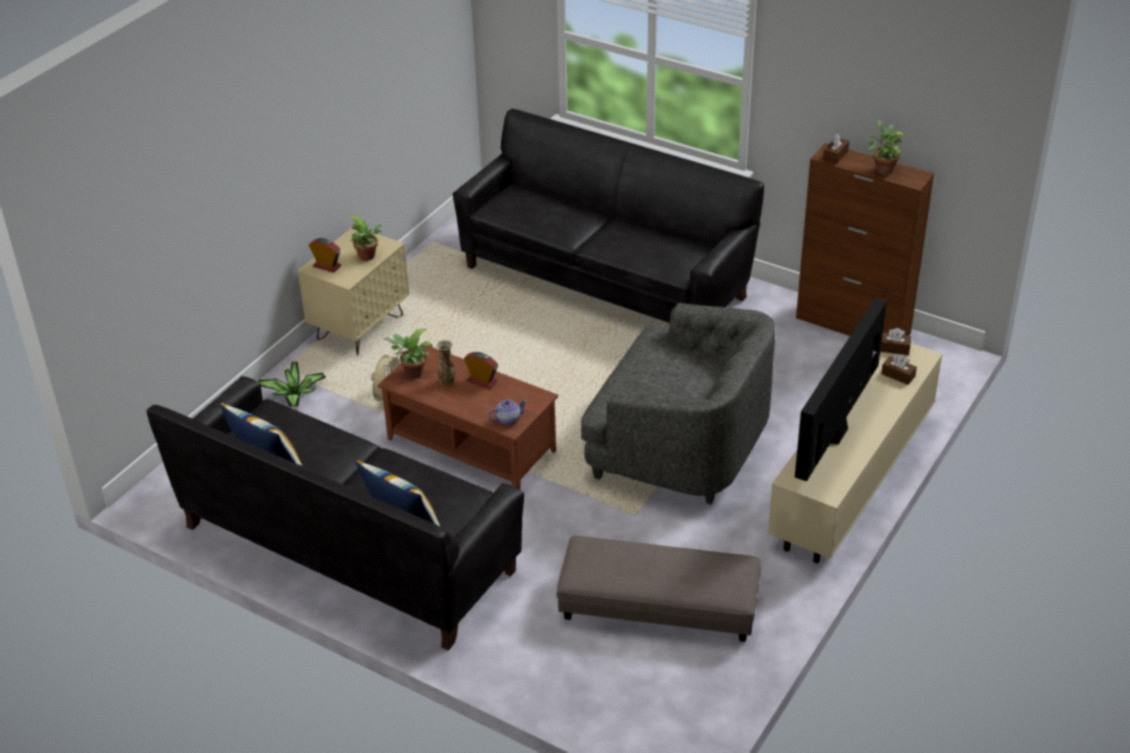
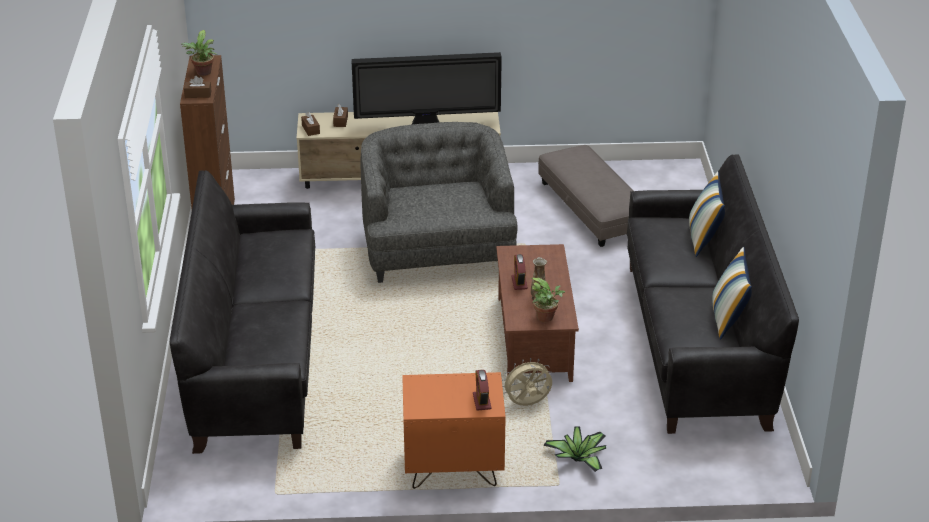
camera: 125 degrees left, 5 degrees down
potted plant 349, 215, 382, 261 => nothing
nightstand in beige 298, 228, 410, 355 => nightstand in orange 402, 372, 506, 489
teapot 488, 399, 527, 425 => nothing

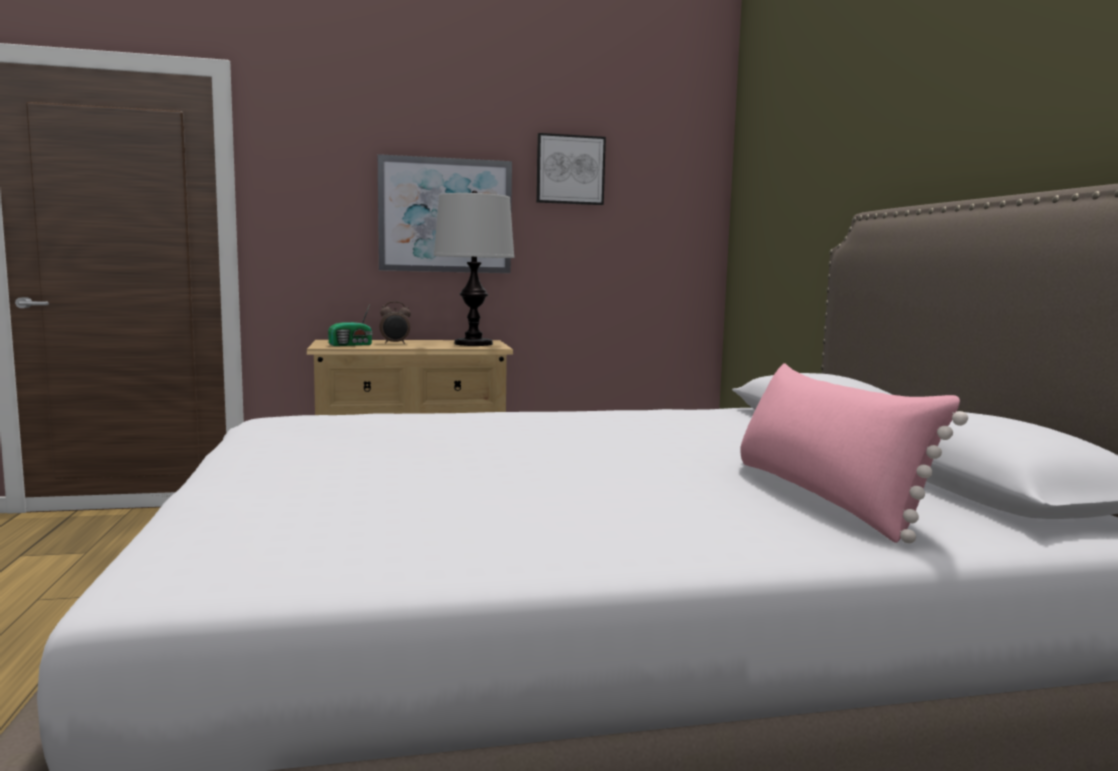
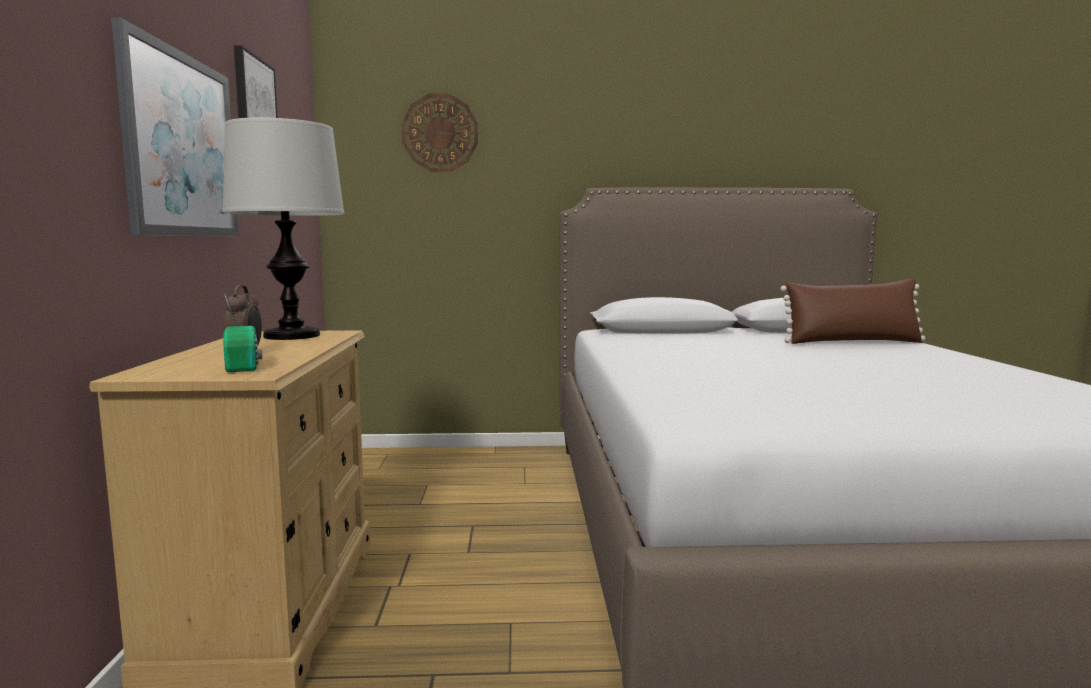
camera: 80 degrees left, 0 degrees up
pillow in pink 740, 363, 968, 543 => pillow in brown 780, 278, 926, 344
nothing => wall clock 402, 94, 478, 172

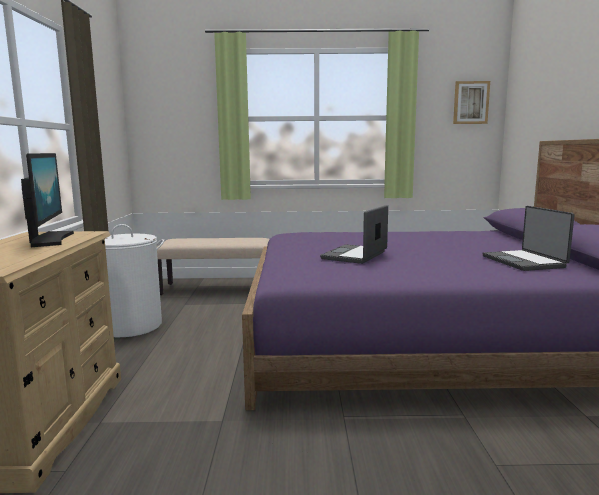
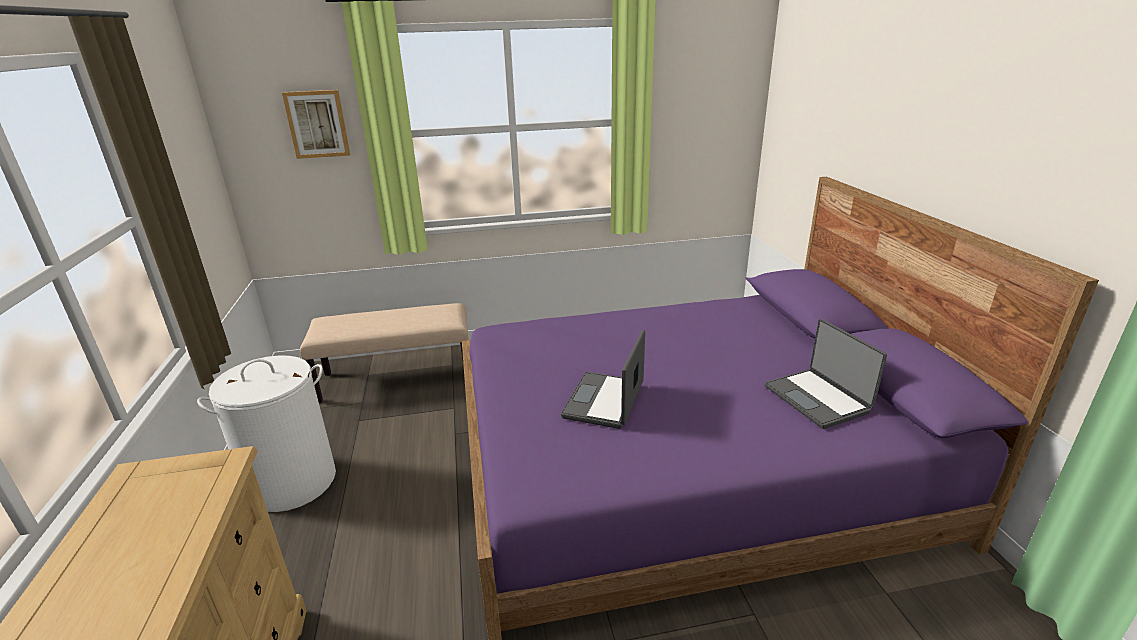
camera: 10 degrees left, 15 degrees up
picture 453, 81, 490, 124 => picture 282, 90, 350, 159, moved
monitor 21, 153, 74, 247 => nothing

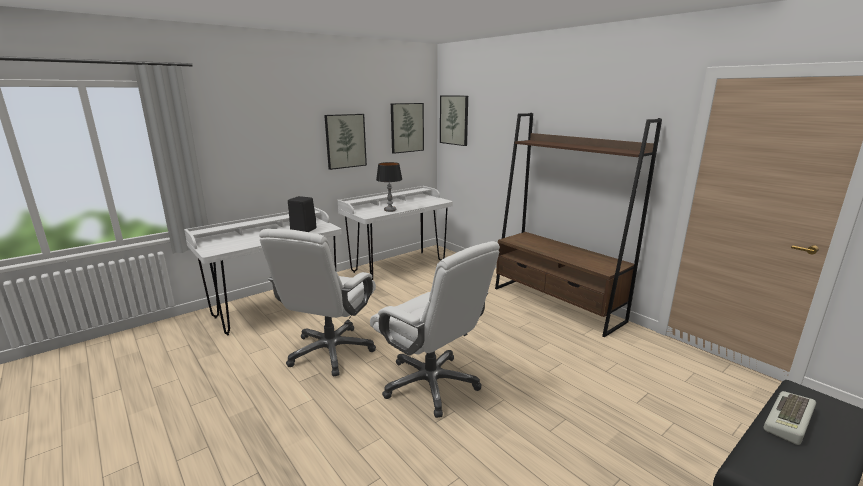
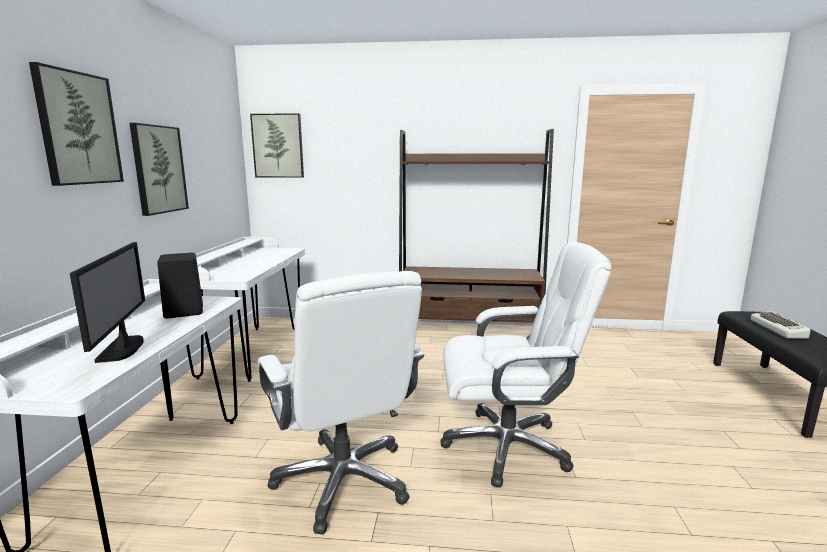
camera: 45 degrees left, 5 degrees down
picture 391, 103, 424, 154 => picture 29, 62, 124, 186, moved
table lamp 376, 162, 402, 212 => nothing
nothing => monitor 70, 242, 145, 363

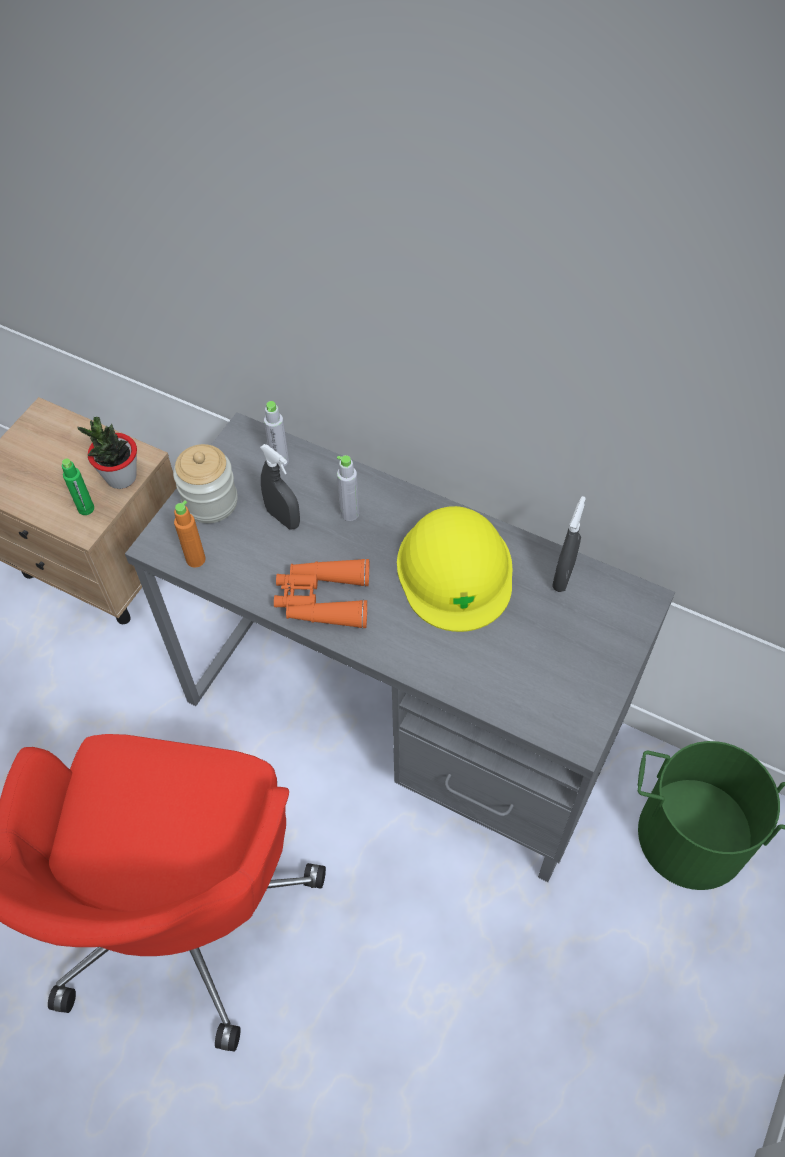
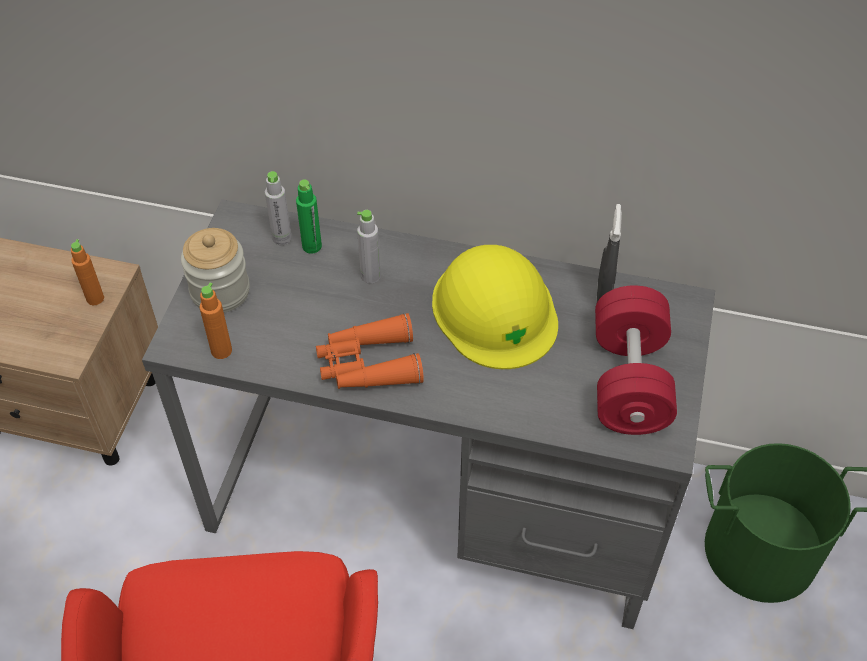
camera: 15 degrees left, 5 degrees down
potted plant 77, 417, 137, 489 => bottle in orange 71, 239, 104, 305
spray bottle in grey 260, 444, 300, 530 => nothing
bottle in green 62, 458, 94, 515 => bottle in green 296, 179, 322, 254, moved
nothing => dumbbell in red 595, 285, 677, 435

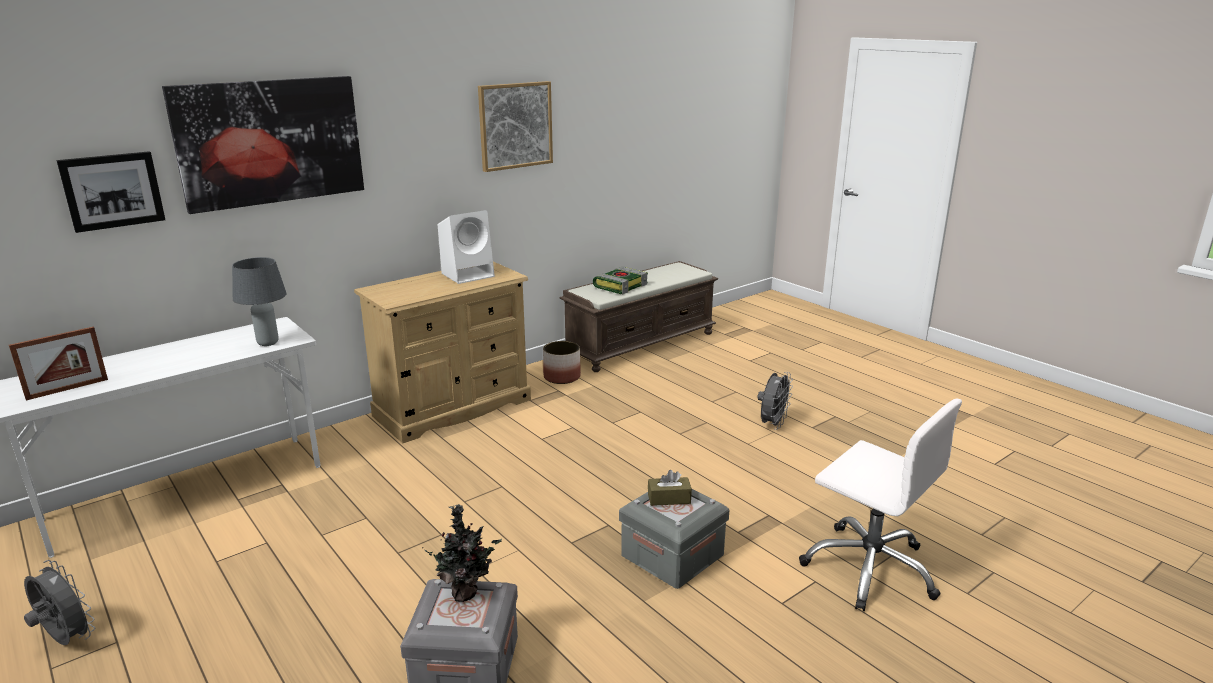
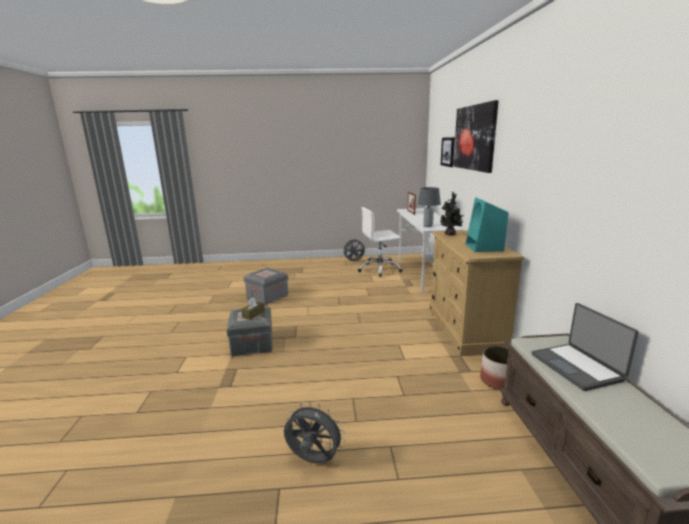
camera: 125 degrees right, 5 degrees down
picture 478, 81, 553, 172 => nothing
speaker in white 438, 210, 495, 284 => speaker in turquoise 466, 197, 508, 252
book 593, 267, 648, 294 => laptop 531, 303, 639, 391
fan in grey 757, 372, 793, 430 => fan in grey 284, 402, 345, 464, 135 degrees clockwise
office chair in white 799, 399, 962, 611 => office chair in white 358, 207, 403, 277, moved
potted plant 422, 504, 502, 602 => potted plant 440, 192, 464, 235, moved

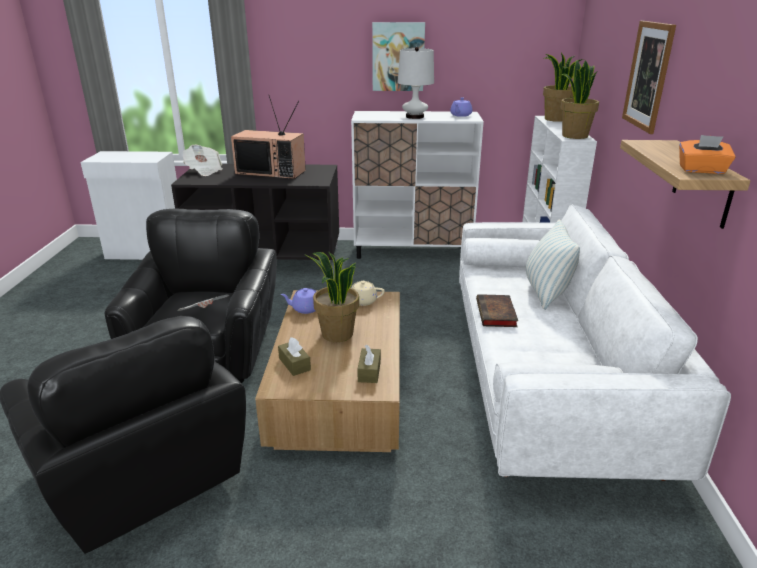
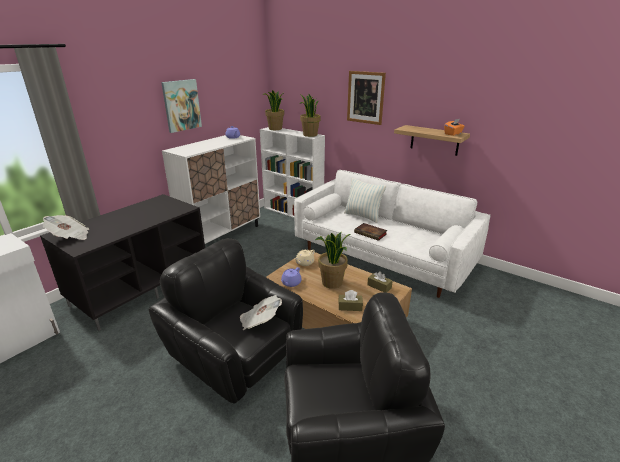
camera: 55 degrees left, 0 degrees up
table lamp in white 398, 47, 434, 119 => nothing
television 231, 96, 306, 179 => nothing

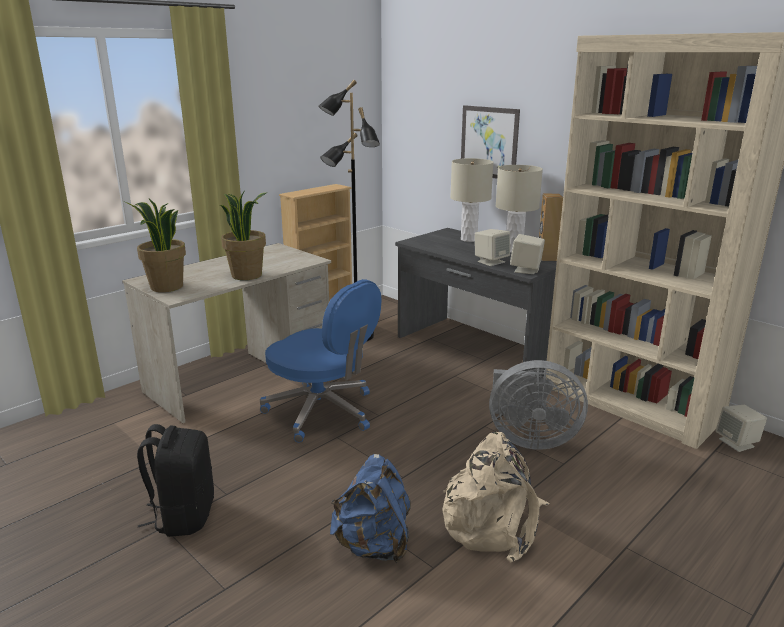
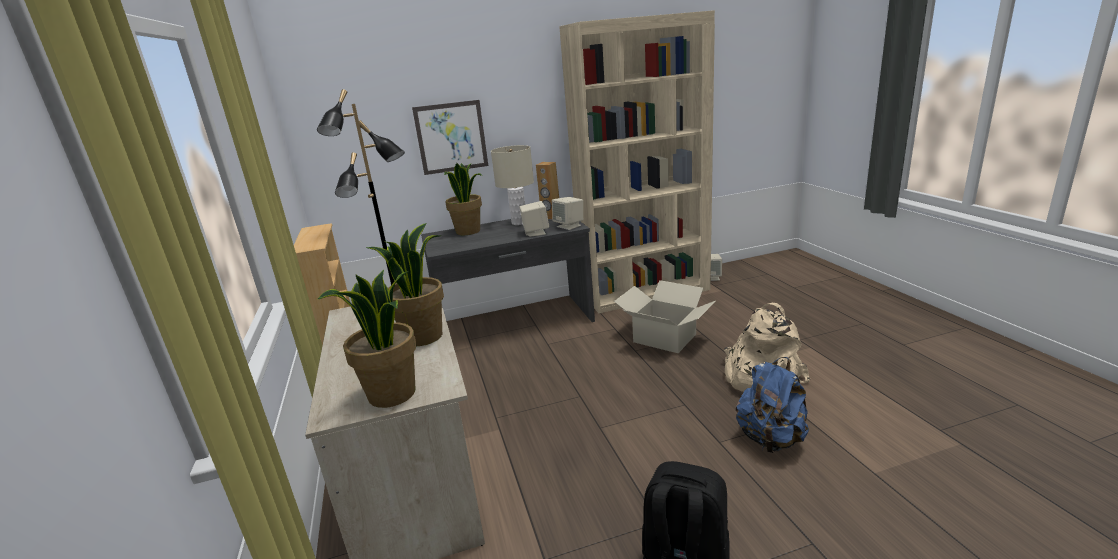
camera: 60 degrees left, 0 degrees up
table lamp in beige 450, 158, 494, 242 => potted plant 444, 163, 482, 235
office chair in blue 260, 279, 382, 443 => nothing
fan in grey 489, 360, 588, 450 => cardboard box 614, 280, 716, 353

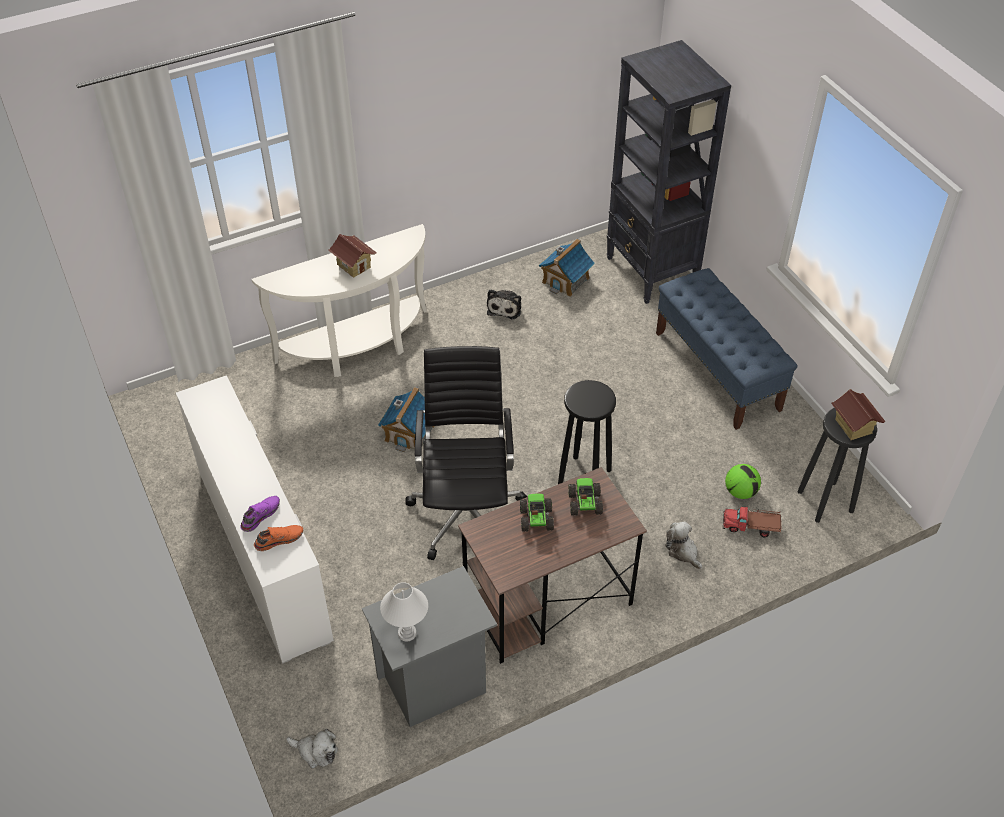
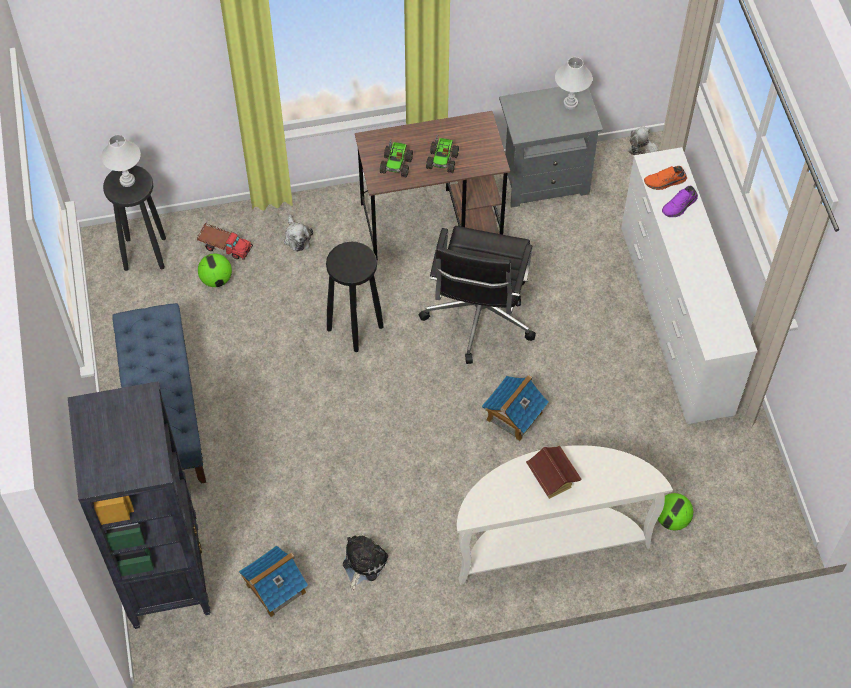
camera: 165 degrees left, 10 degrees up
toy house 831, 389, 886, 440 => table lamp in white 101, 135, 141, 187
nothing => football 658, 493, 693, 530

